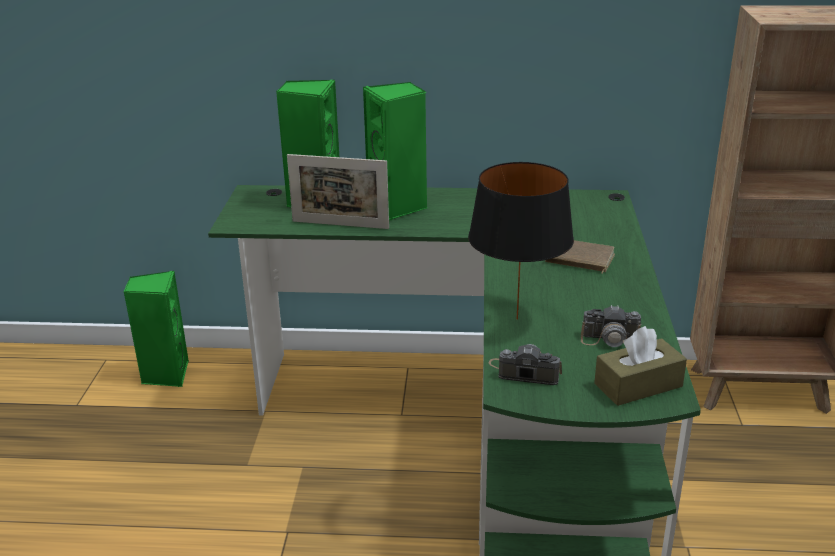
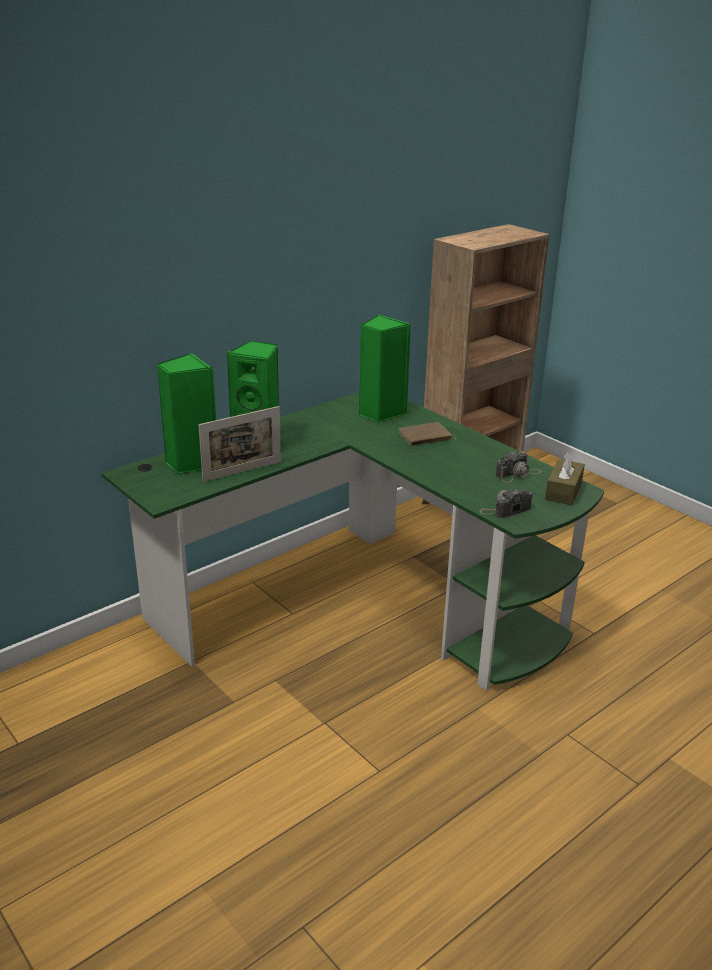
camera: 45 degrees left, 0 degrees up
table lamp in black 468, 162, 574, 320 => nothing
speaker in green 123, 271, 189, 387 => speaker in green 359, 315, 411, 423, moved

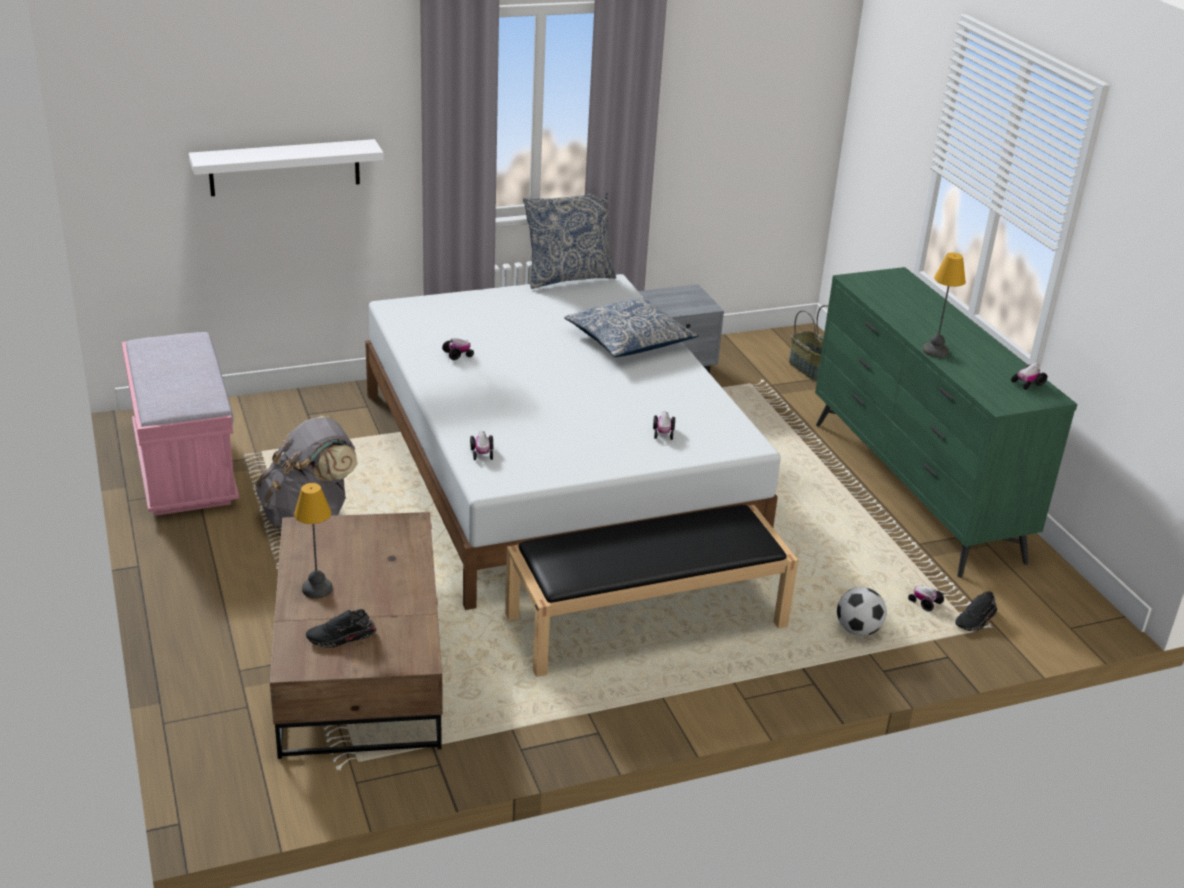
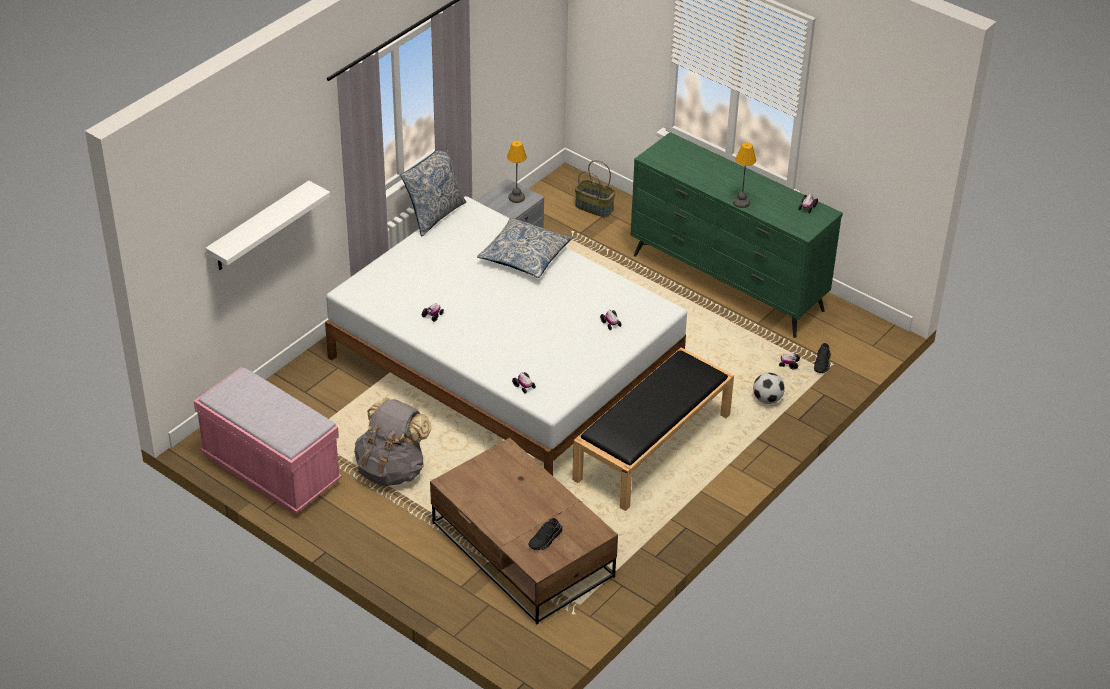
camera: 30 degrees left, 10 degrees up
table lamp 294, 483, 333, 598 => table lamp 507, 141, 527, 203, moved

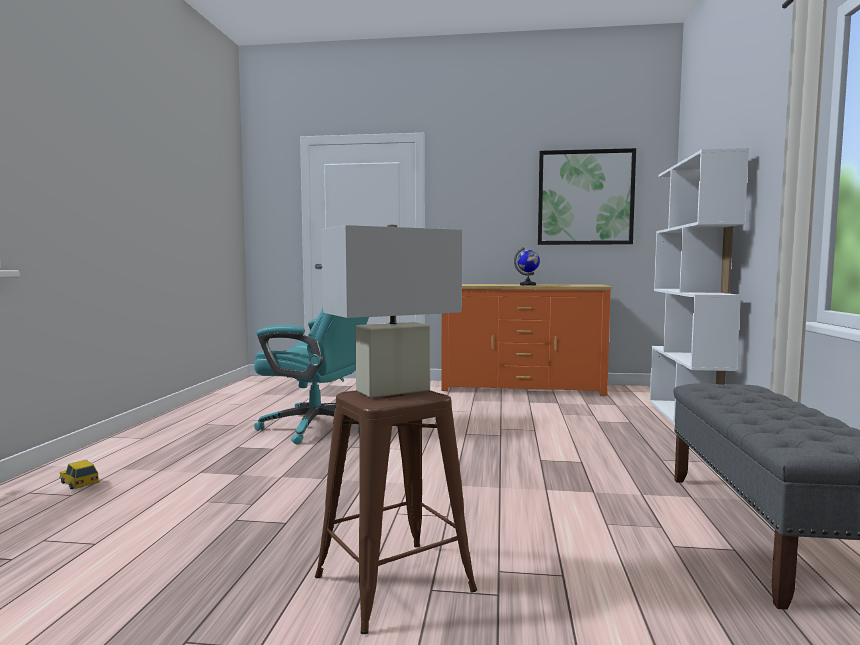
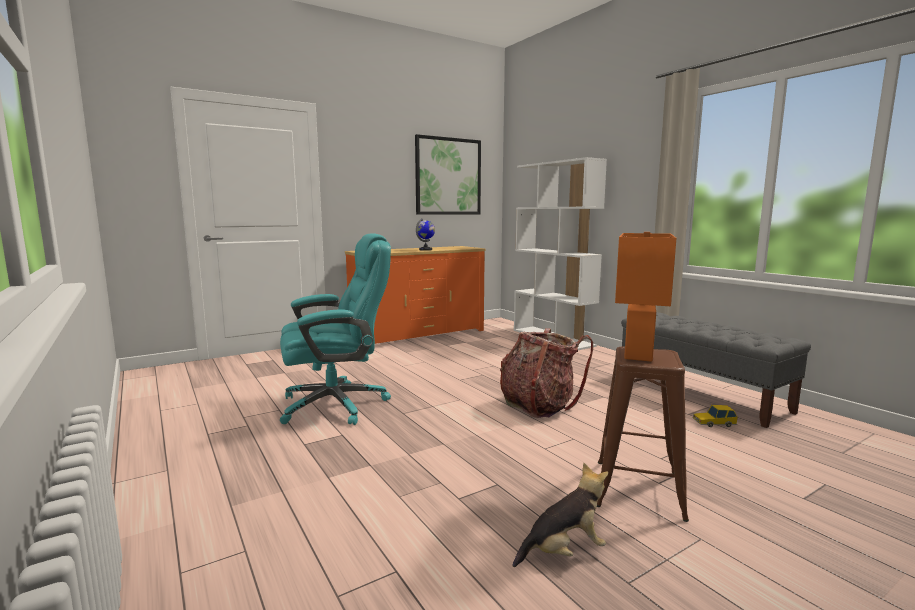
camera: 40 degrees left, 5 degrees up
table lamp in white 322, 225, 462, 398 => table lamp in orange 615, 232, 677, 362
toy car 59, 460, 99, 489 => toy car 693, 405, 738, 427, moved
nothing => backpack 500, 328, 593, 418
nothing => plush toy 513, 463, 608, 567

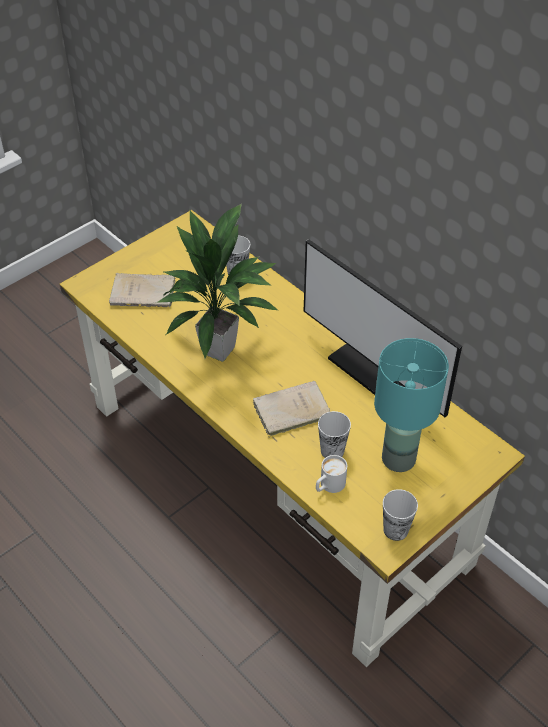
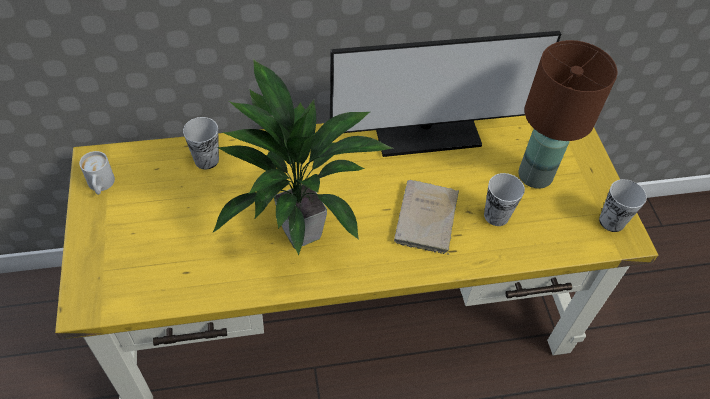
camera: 60 degrees left, 5 degrees up
book in beige 109, 273, 176, 307 => nothing
table lamp in turquoise 374, 338, 449, 472 => table lamp in brown 518, 40, 617, 189
mug in white 316, 455, 347, 493 => mug in white 79, 151, 115, 195, moved

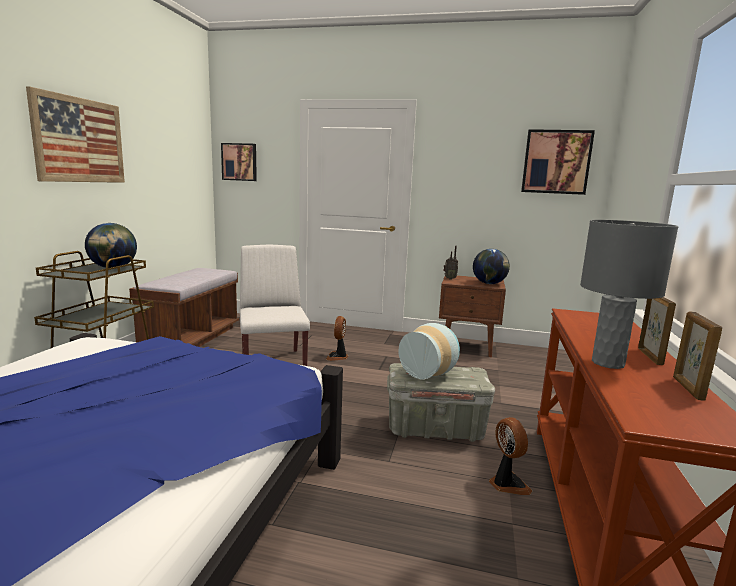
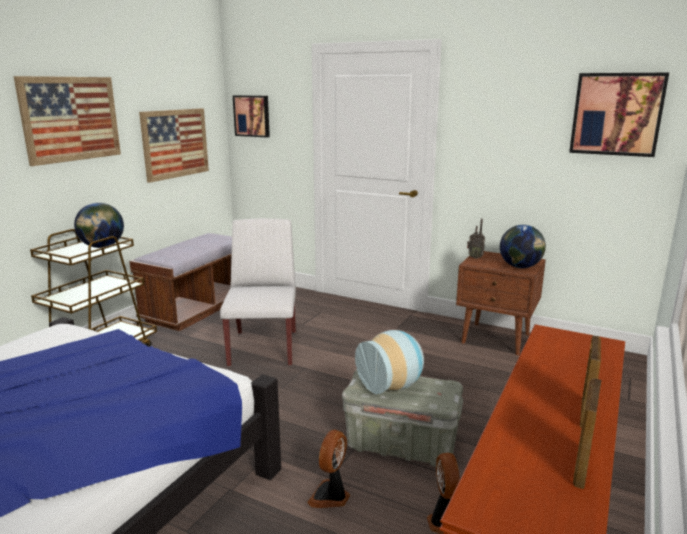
camera: 15 degrees right, 5 degrees up
table lamp in grey 580, 220, 678, 369 => nothing
fan 326, 316, 348, 361 => fan 307, 430, 350, 508, moved
nothing => picture 139, 108, 209, 183

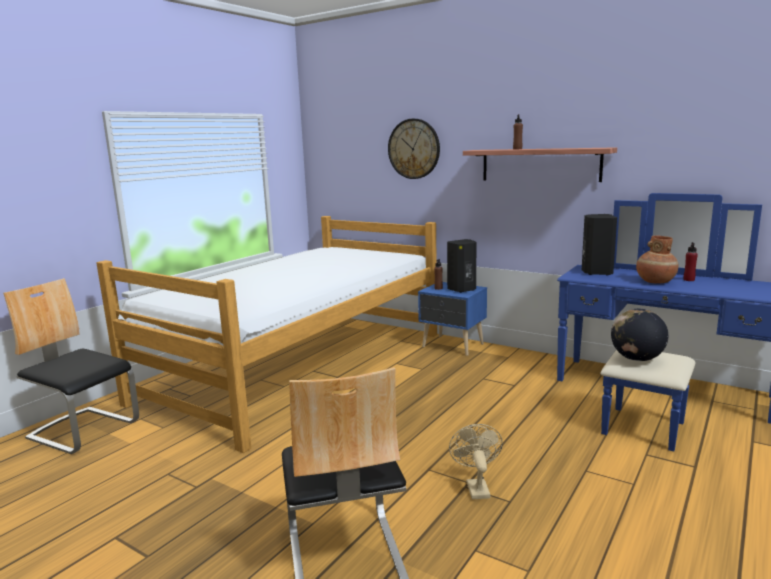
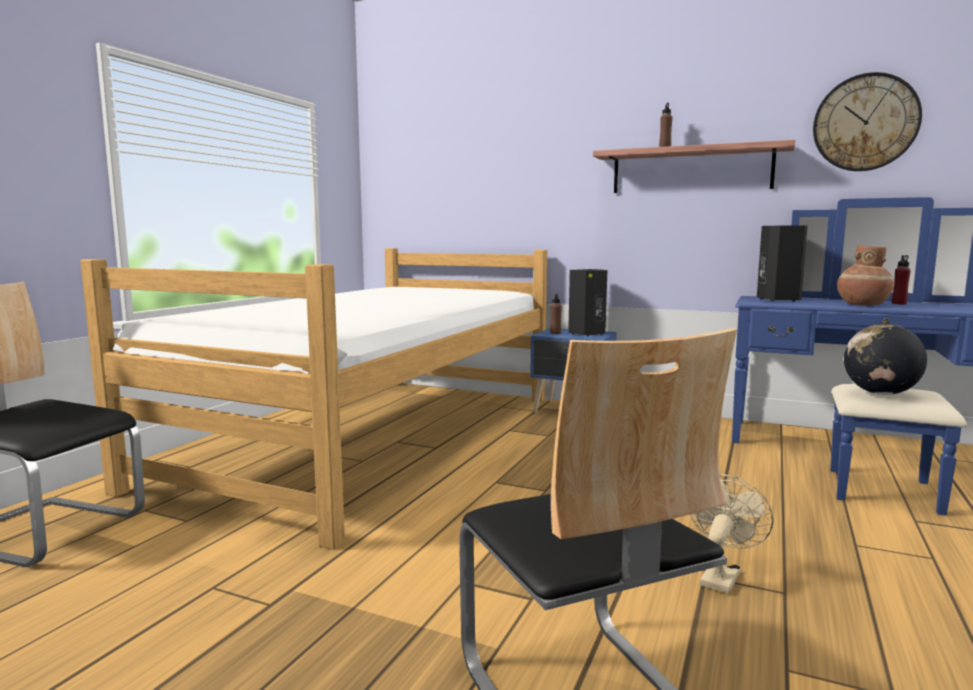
camera: 10 degrees left, 5 degrees down
wall clock 388, 119, 440, 179 => wall clock 813, 72, 922, 171, moved
fan in beige 449, 424, 503, 499 => fan in beige 690, 474, 774, 594, 45 degrees clockwise

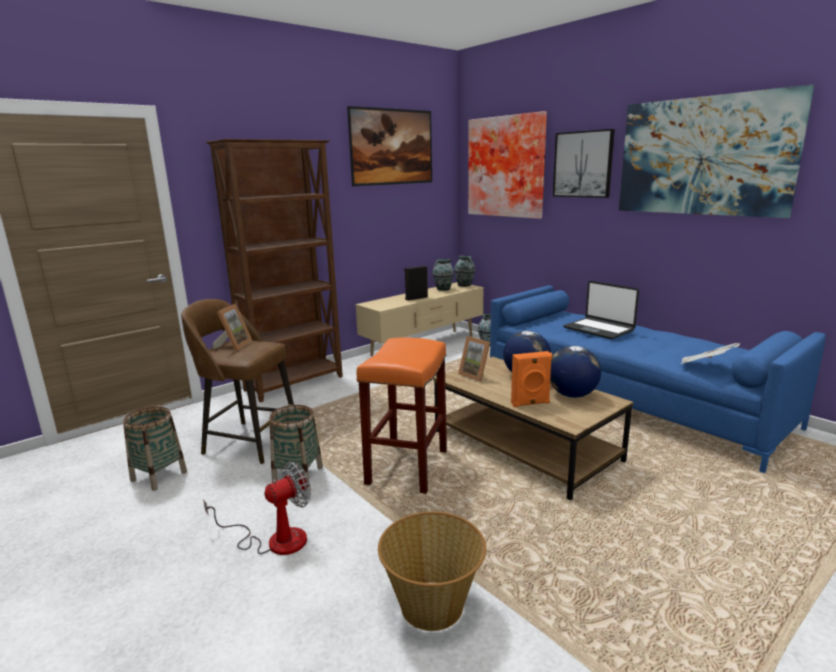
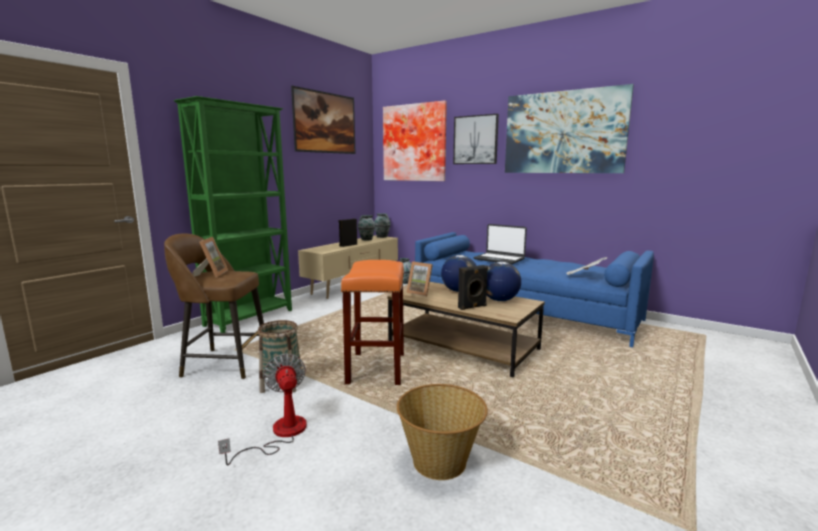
camera: 15 degrees left, 5 degrees down
bookcase in brown 206, 139, 343, 402 => bookcase in green 174, 96, 292, 333
speaker in orange 511, 351, 552, 407 => speaker in black 458, 265, 488, 310
basket 123, 406, 187, 491 => nothing
fan 203, 462, 311, 555 => fan 218, 354, 307, 466, 60 degrees counterclockwise

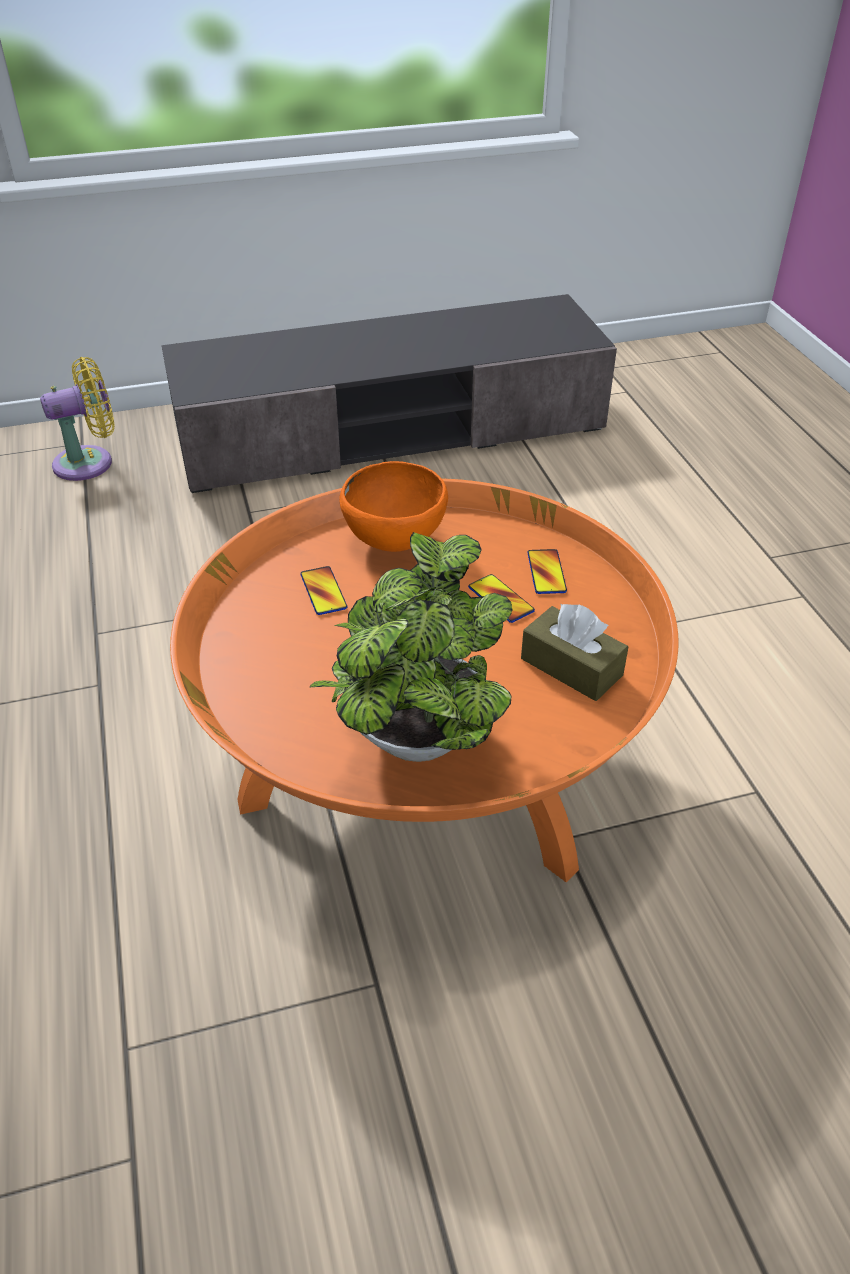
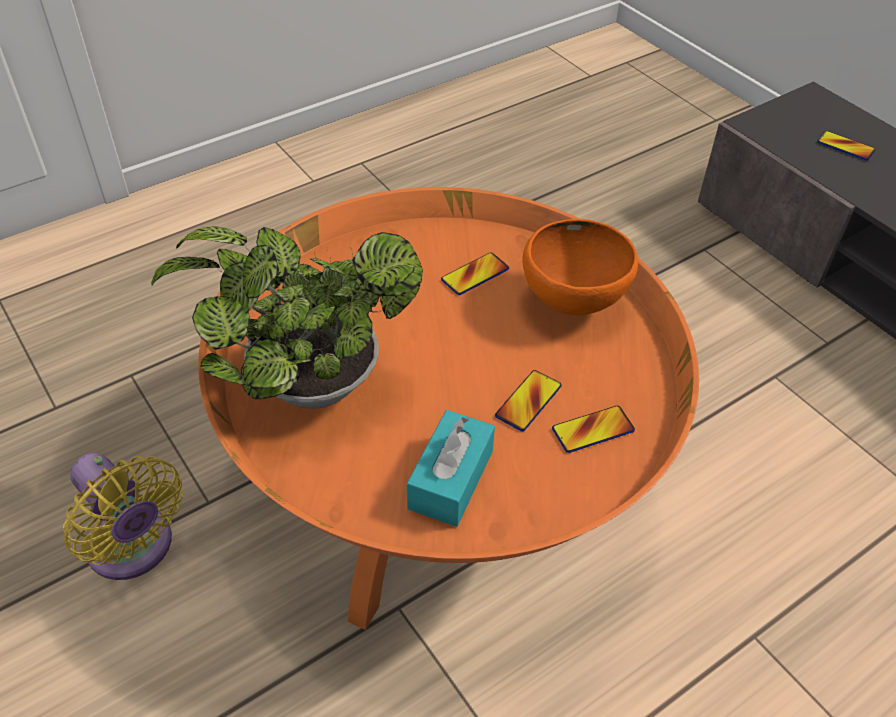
camera: 70 degrees right, 5 degrees up
fan in yellow 40, 357, 115, 481 => fan in yellow 63, 453, 183, 580, moved
tissue box in brown 521, 603, 628, 701 => tissue box in turquoise 407, 410, 495, 527
nothing => phone 817, 131, 876, 161

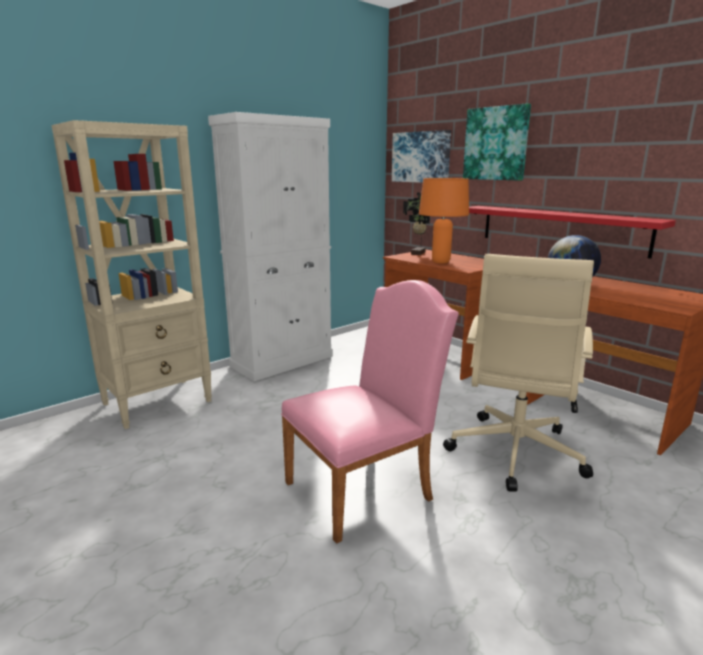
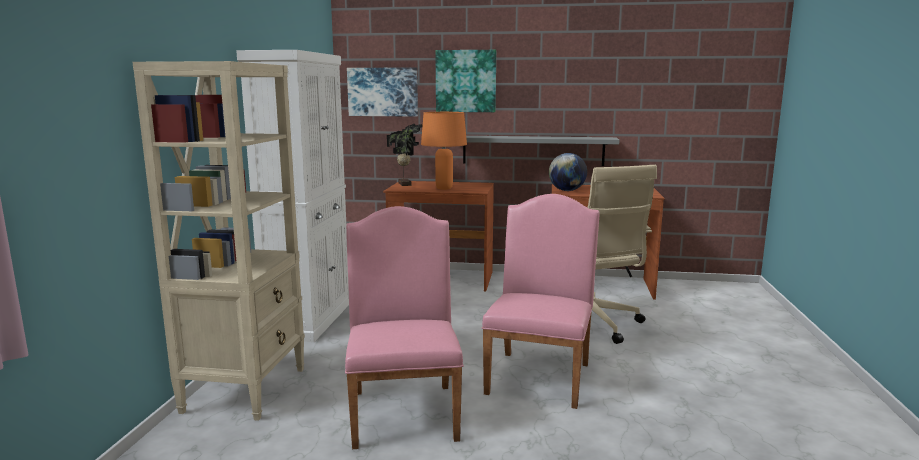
camera: 40 degrees left, 5 degrees down
shelf in red 469, 206, 676, 259 => shelf in grey 463, 136, 620, 166
nothing => chair in pink 345, 206, 464, 449

